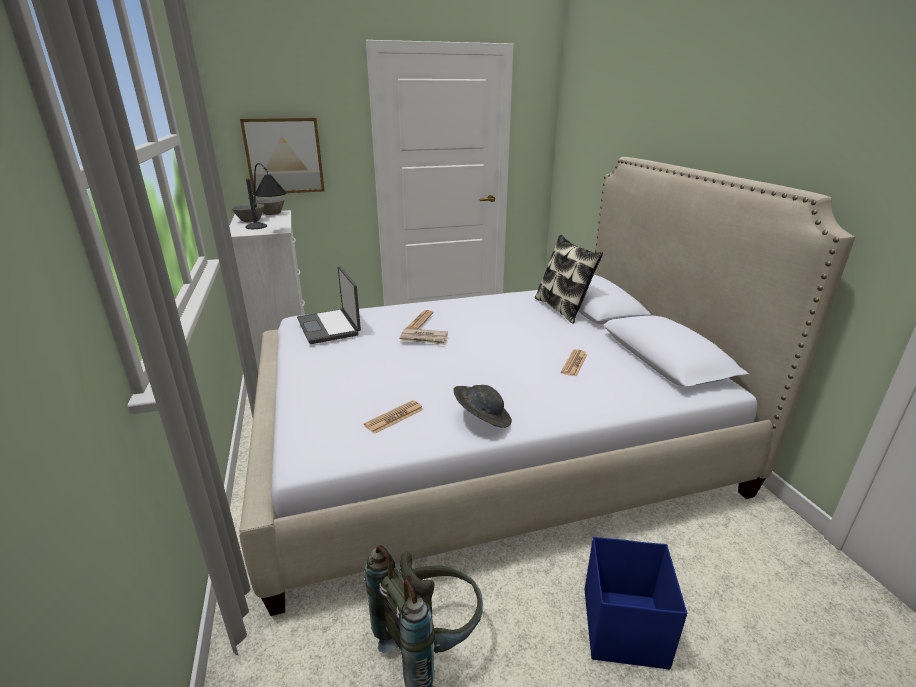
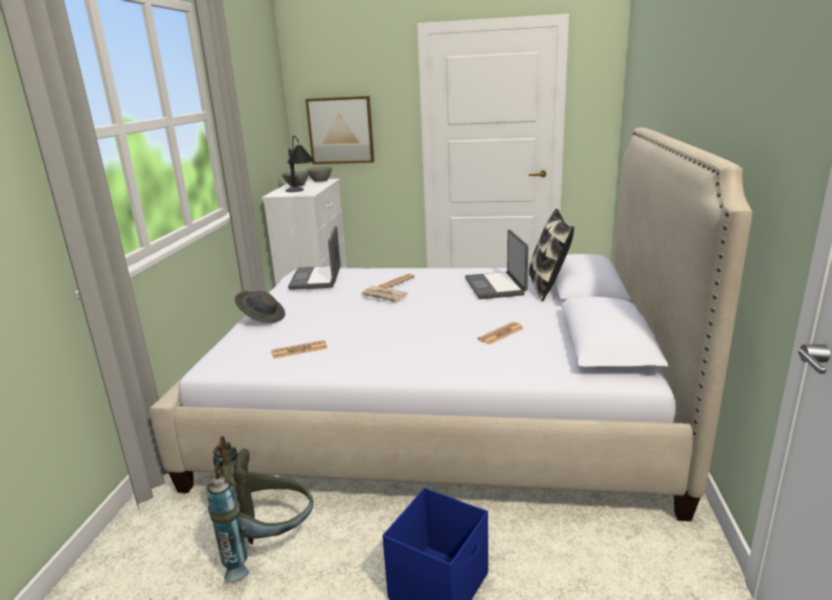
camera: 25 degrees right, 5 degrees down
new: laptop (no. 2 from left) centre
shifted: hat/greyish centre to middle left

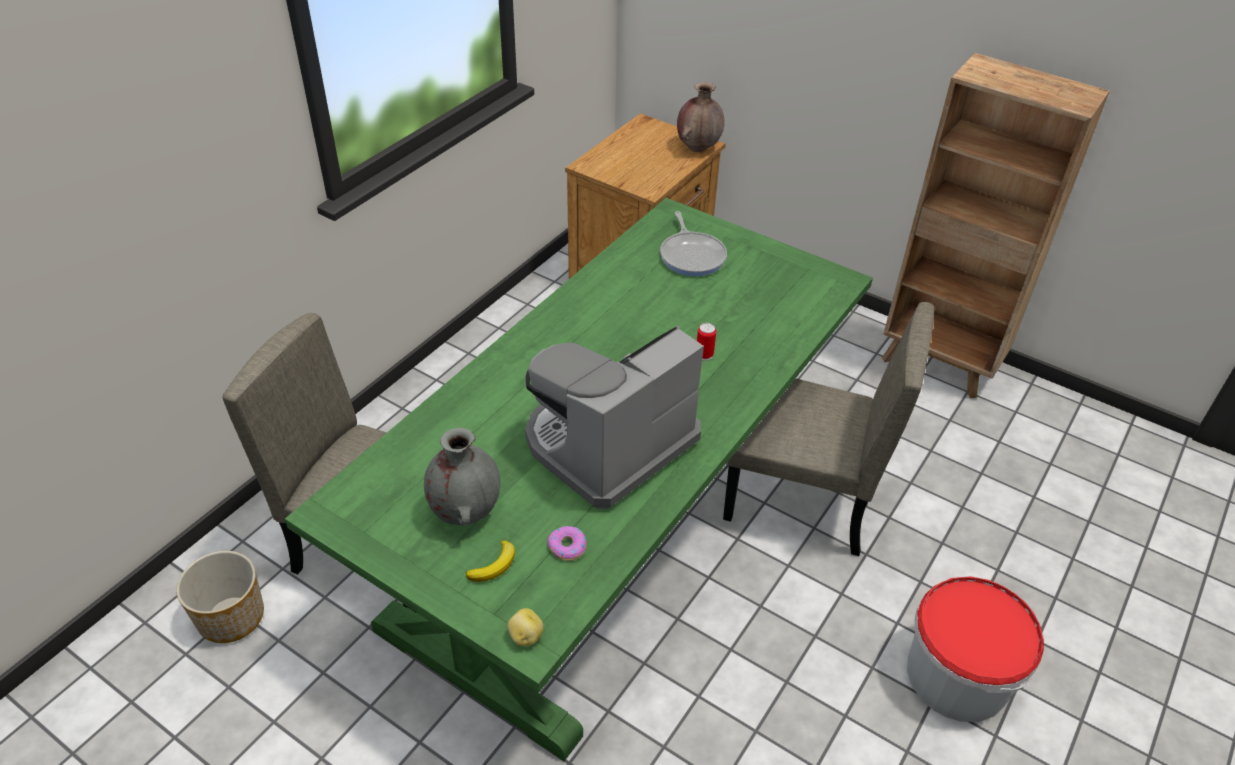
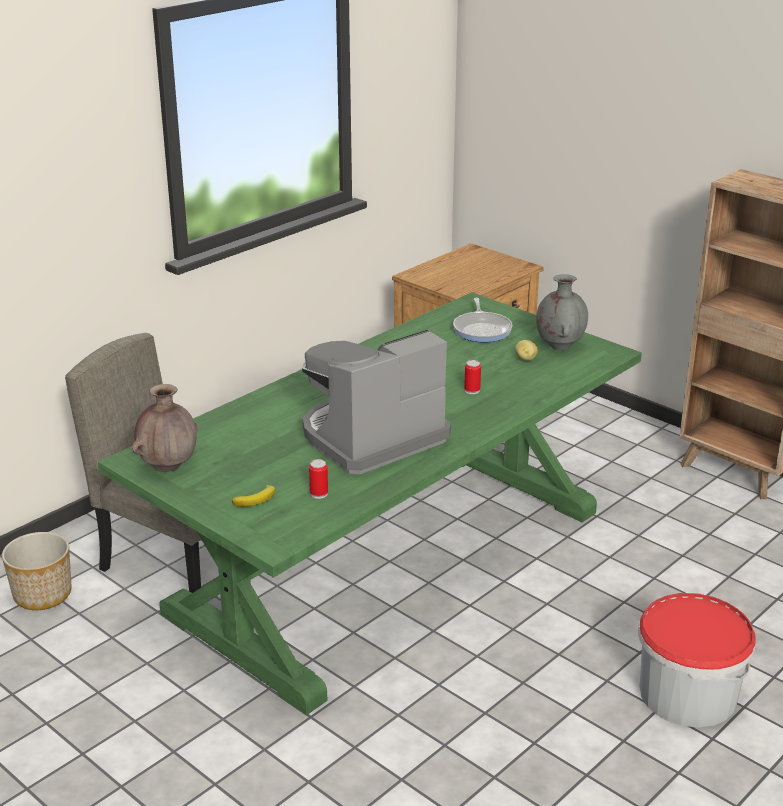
camera: 10 degrees right, 15 degrees down
gone: upright chair/beige (no. 2 from left) middle right
shifted: decorative vase/greyish centre to middle right; whole potato bottom centre to middle right; decorative vase/brown-coloured top centre to middle left
swapped: doughnut bottom centre to metal can (no. 1 from left) centre

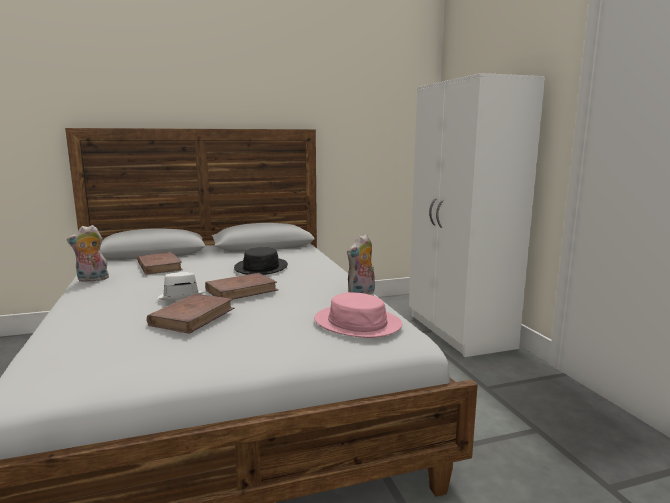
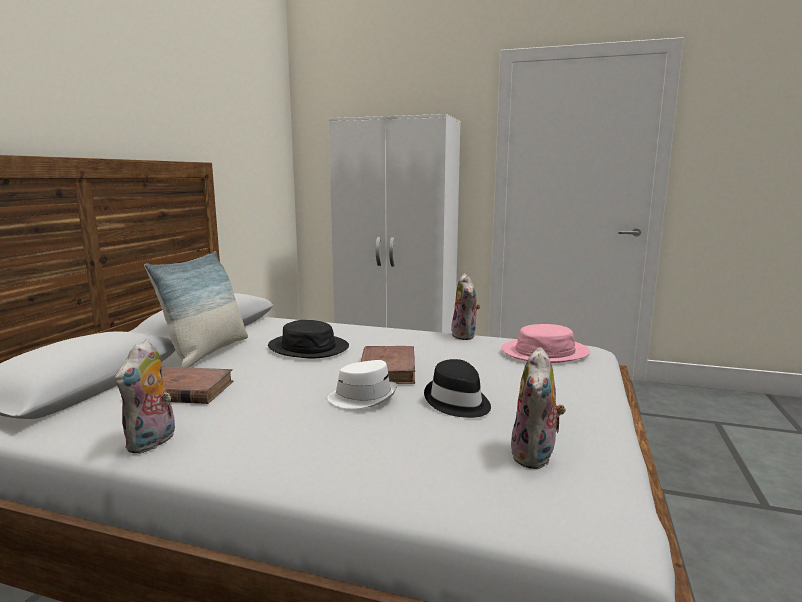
camera: 55 degrees left, 0 degrees up
new: throw pillow middle left; cuddly toy (no. 3 from left) bottom right
swapped: bound book/brown-coloured (no. 2 from left) middle left to hat/black (no. 2 from left) centre

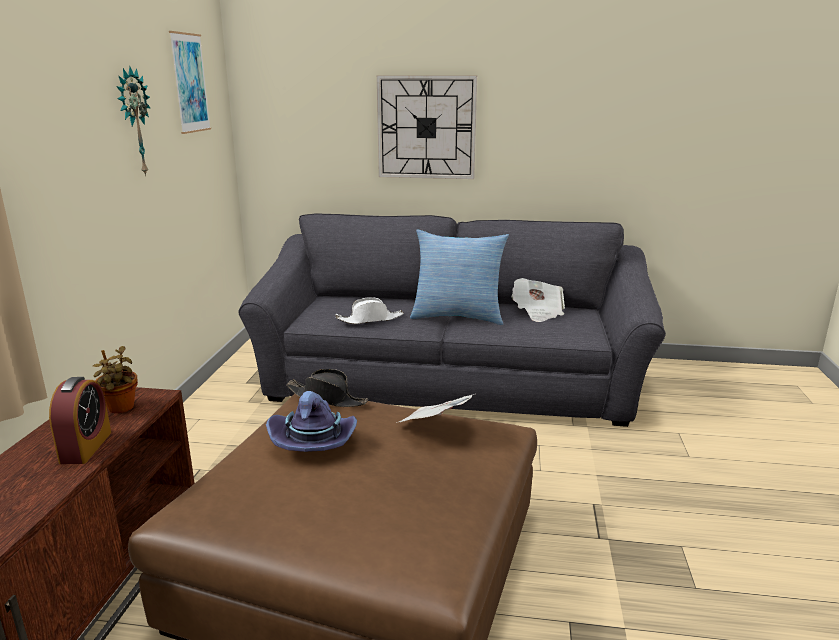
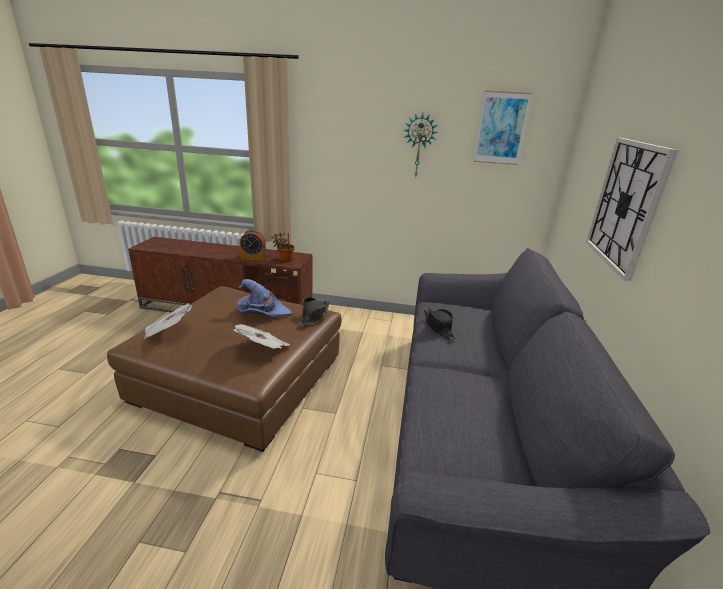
camera: 90 degrees right, 5 degrees up
gone: throw pillow centre
shifted: printed paper (no. 2 from left in the first image) centre to printed paper (no. 1 from left) middle left
repainted: hat/whitish centre to hat/black (no. 2 from left) centre

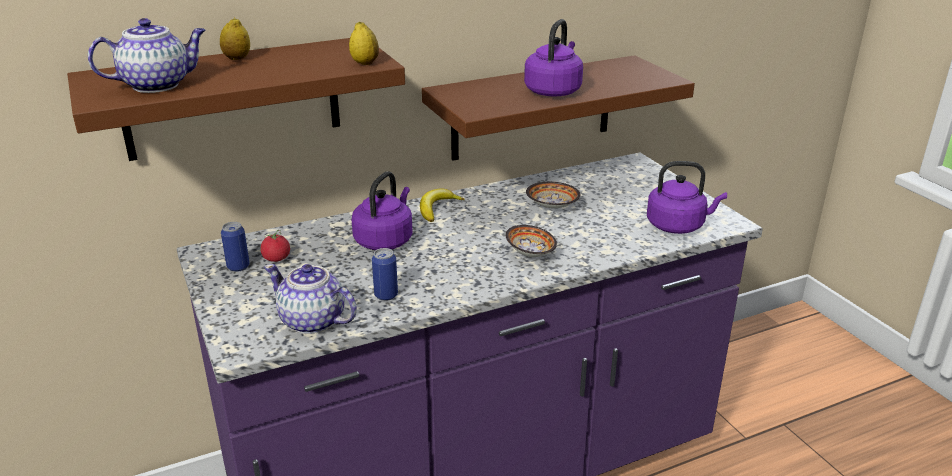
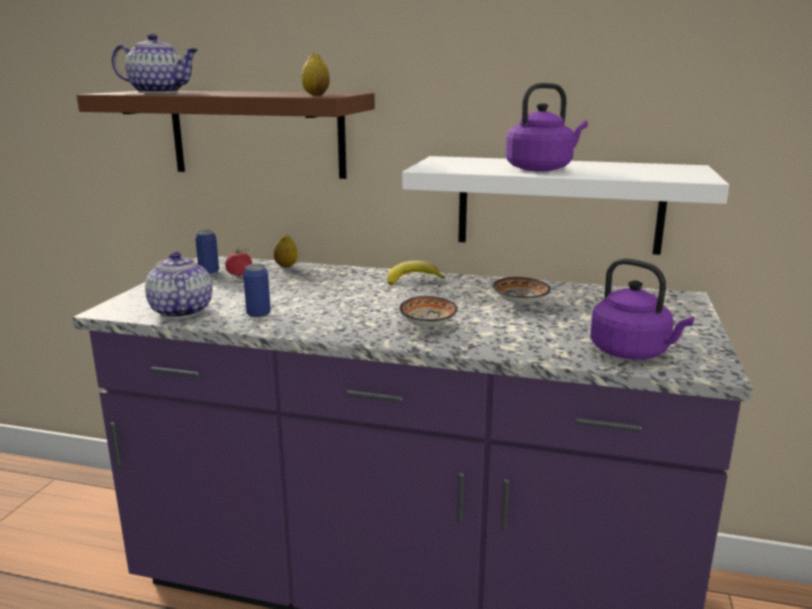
camera: 40 degrees right, 10 degrees down
gone: kettle/purple (no. 1 from left) centre
shifted: whole lemon (no. 1 from left) top left to centre
repainted: bracket shelf/brown-coloured (no. 2 from left) top centre to bracket shelf/whitish middle right

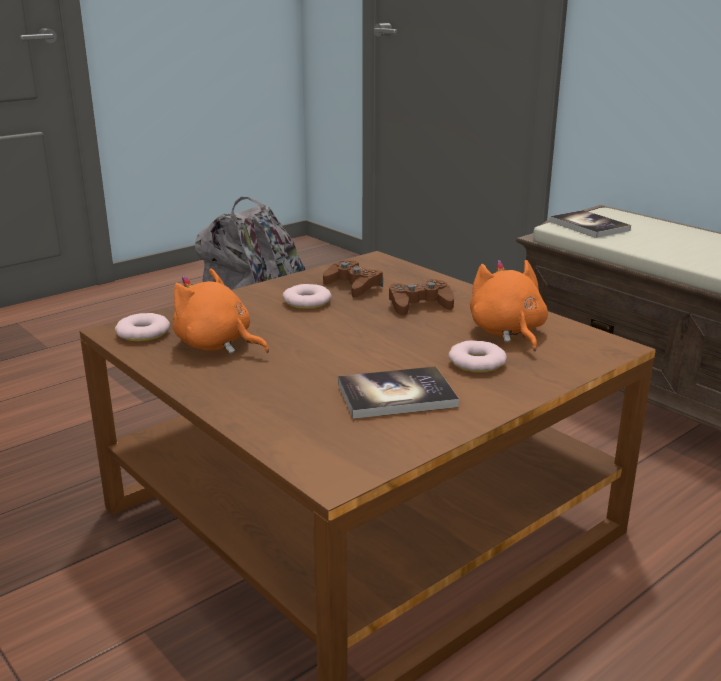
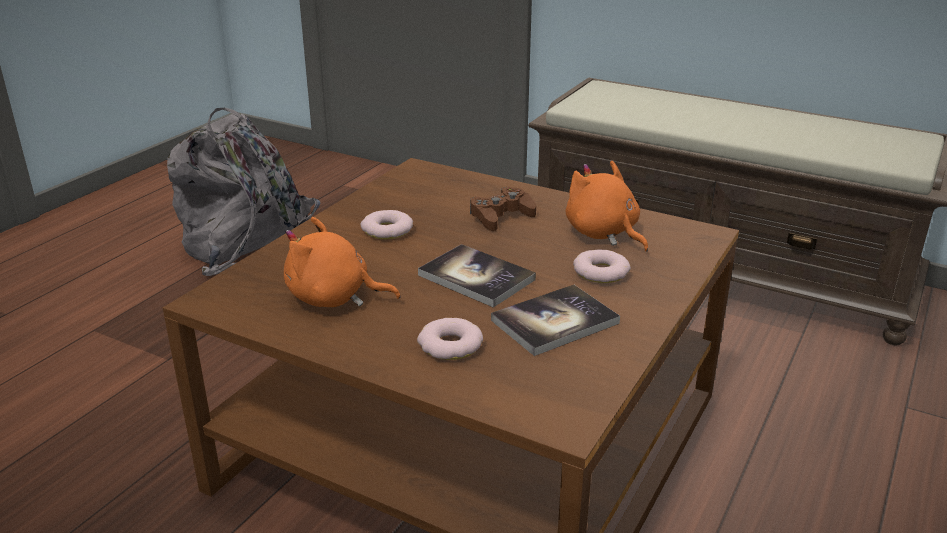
camera: 20 degrees left, 5 degrees up
gone: gamepad/brown-coloured (no. 1 from left) centre
shifted: doughnut (no. 1 from left in the first image) middle left to doughnut (no. 2 from left) centre; bound book (no. 2 from left in the first image) top right to bound book (no. 1 from left) centre

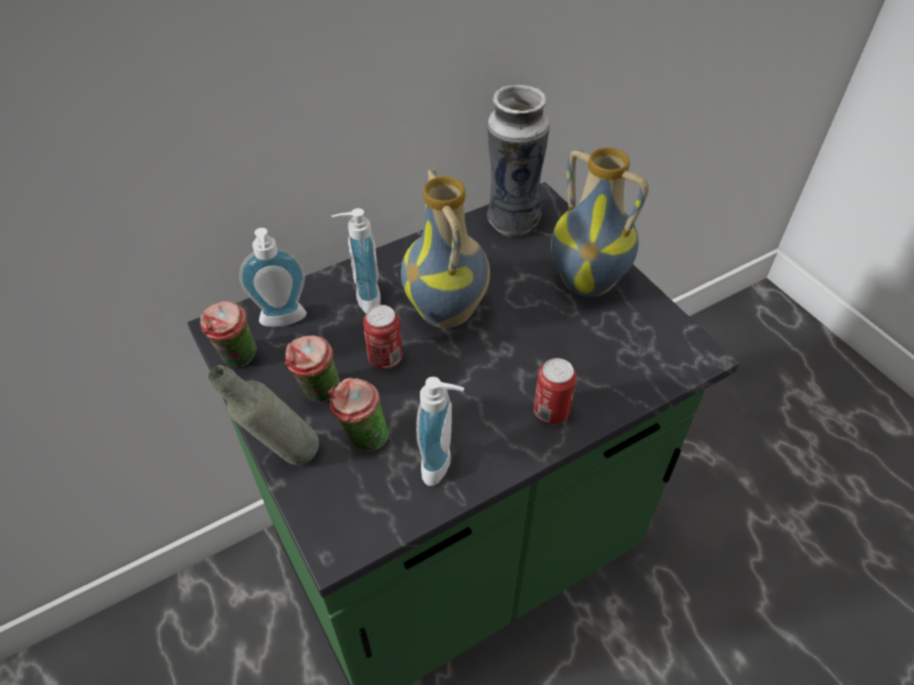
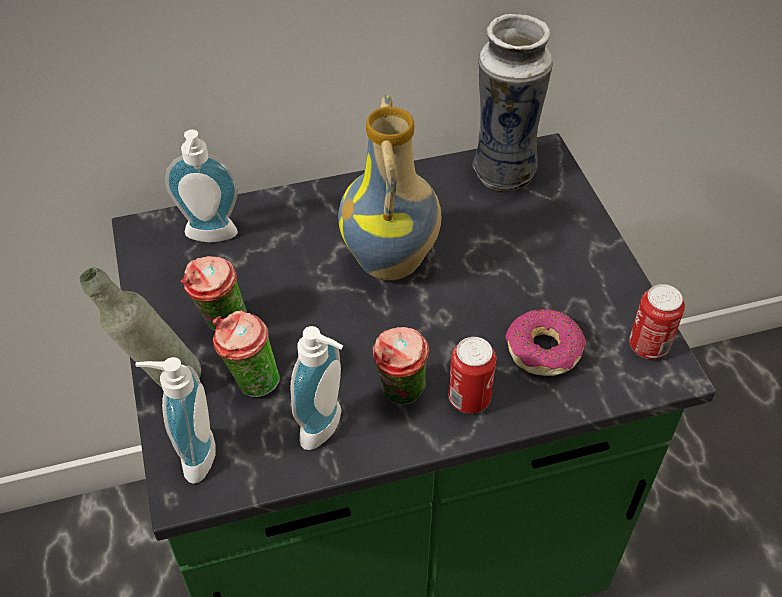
camera: 15 degrees right, 0 degrees up
gone: decorative vase (no. 3 from left) top centre
new: doughnut middle right
shifted: cup (no. 1 from left in the first image) middle left to cup (no. 3 from left) centre; liquid soap bottle (no. 2 from left in the first image) centre to liquid soap bottle (no. 1 from left) bottom left; metal can (no. 1 from left in the first image) centre to metal can (no. 2 from left) middle right

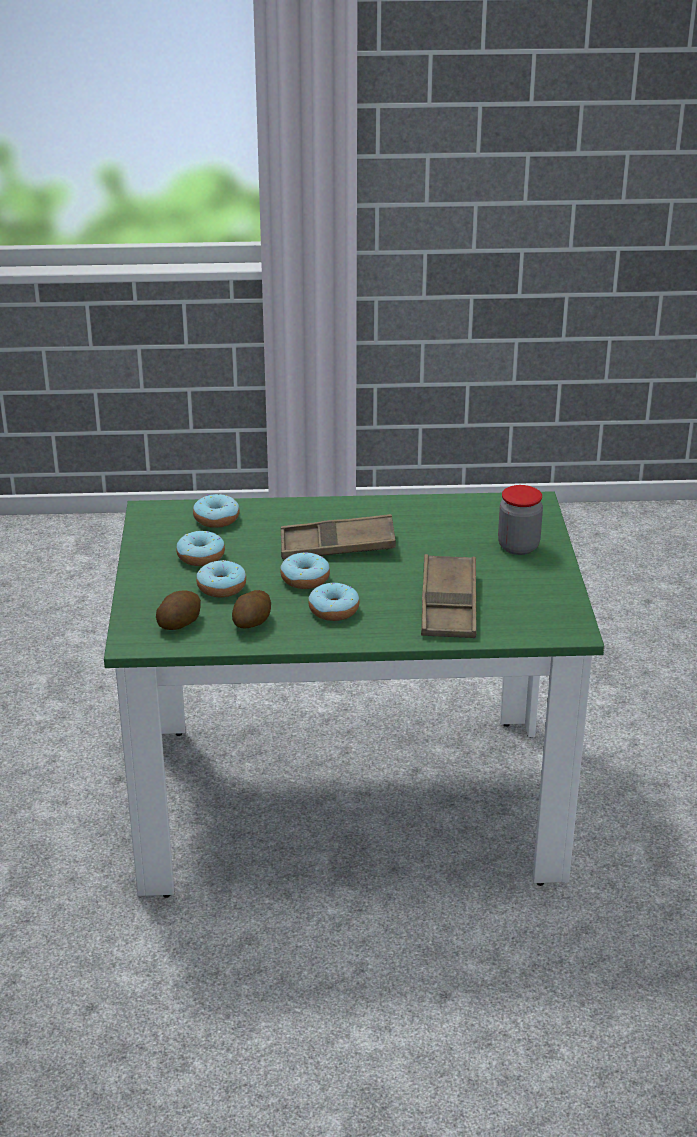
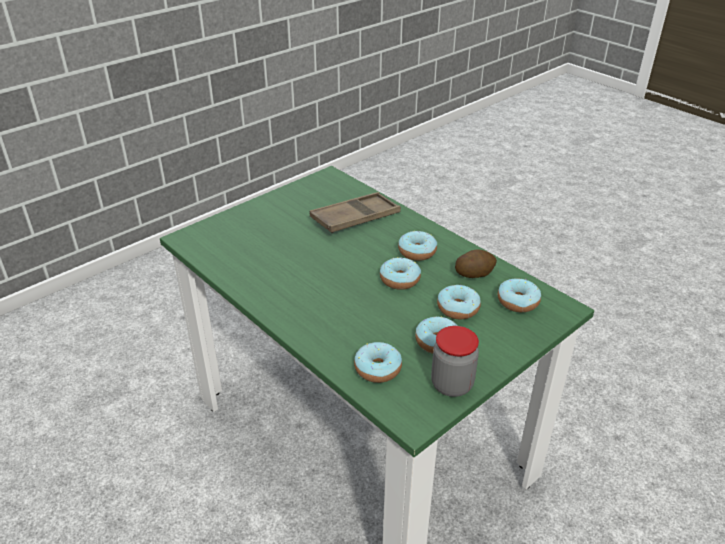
camera: 130 degrees left, 5 degrees up
gone: serving tray/brown-coloured (no. 1 from left) centre
shifted: preserve jar middle right to centre
swapped: whole potato (no. 1 from left) middle left to doughnut (no. 6 from left) middle right

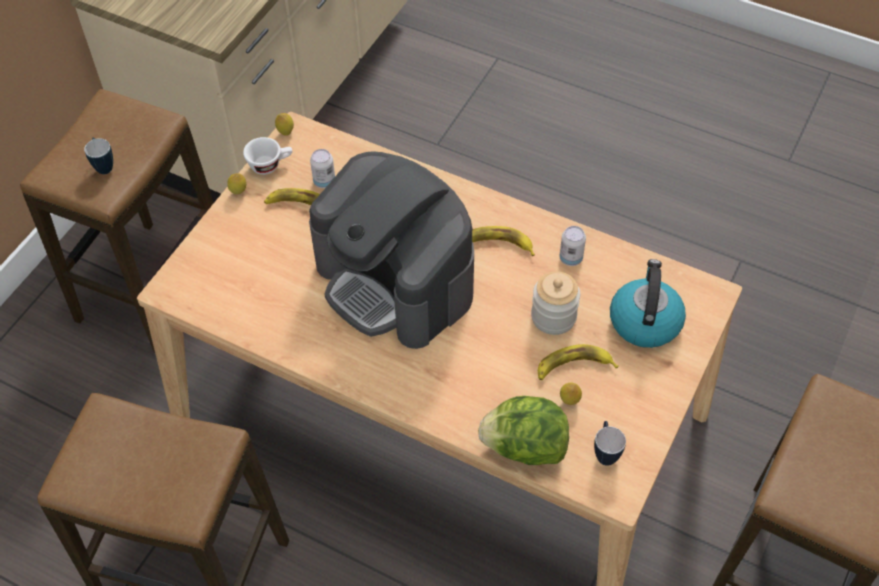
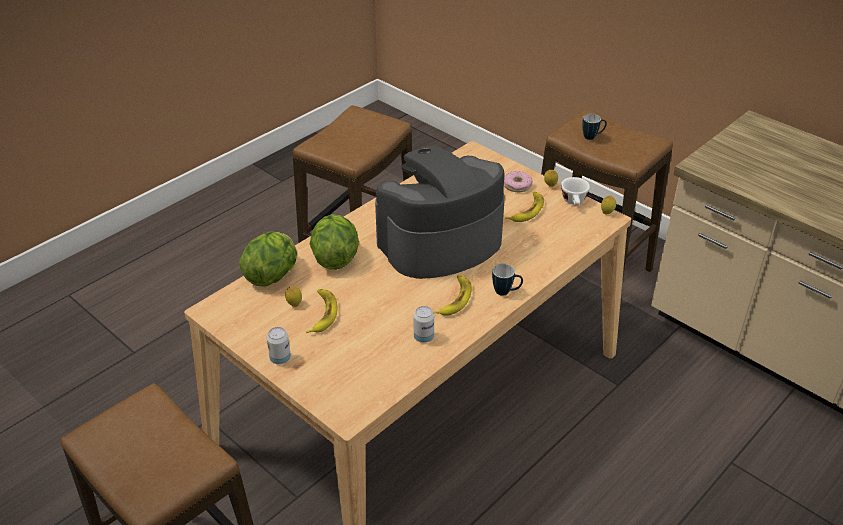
camera: 105 degrees right, 15 degrees down
gone: preserve jar centre; kettle middle right
new: lettuce head (no. 2 from left) centre; doughnut centre
shifted: metal can (no. 1 from left) top centre to middle left; tea mug (no. 2 from left in the first image) bottom right to tea mug (no. 1 from left) centre

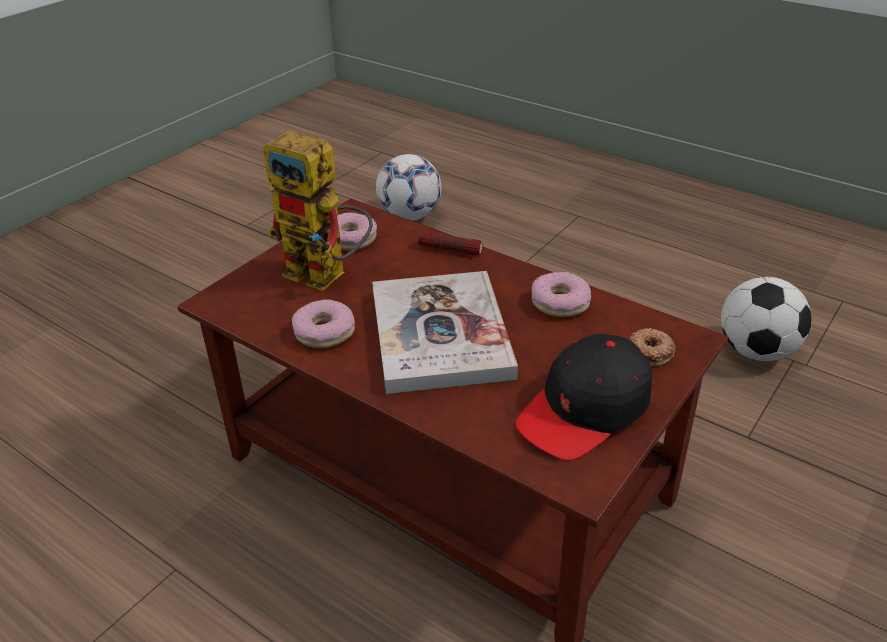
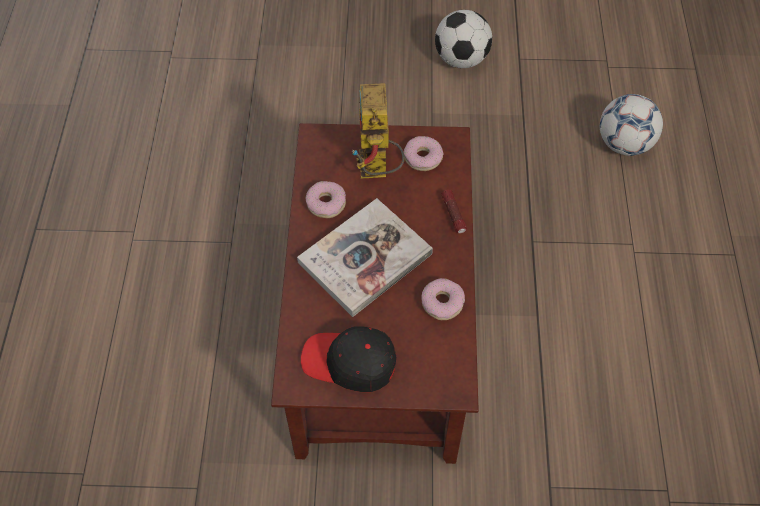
camera: 55 degrees right, 20 degrees up
gone: doughnut (no. 4 from left) middle right
shifted: ball for football (no. 2 from left in the first image) middle right to ball for football (no. 1 from left) top centre

